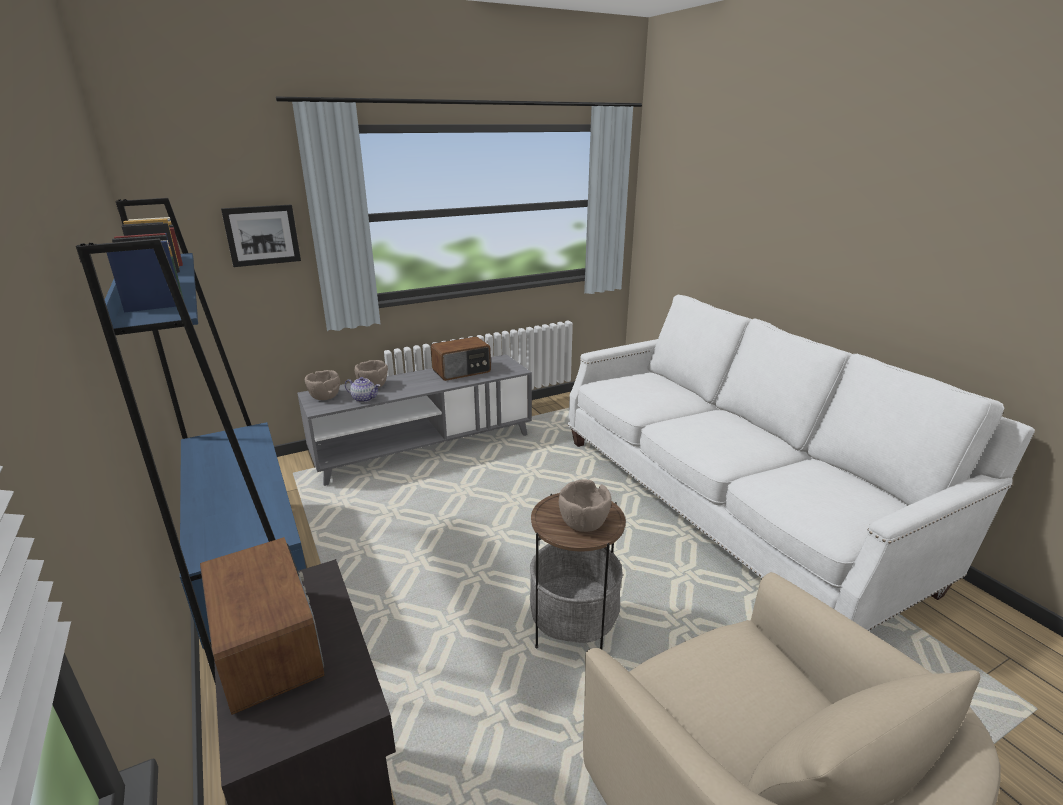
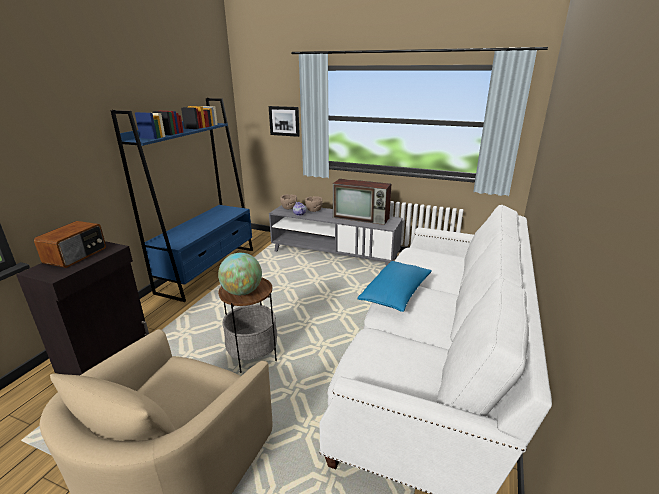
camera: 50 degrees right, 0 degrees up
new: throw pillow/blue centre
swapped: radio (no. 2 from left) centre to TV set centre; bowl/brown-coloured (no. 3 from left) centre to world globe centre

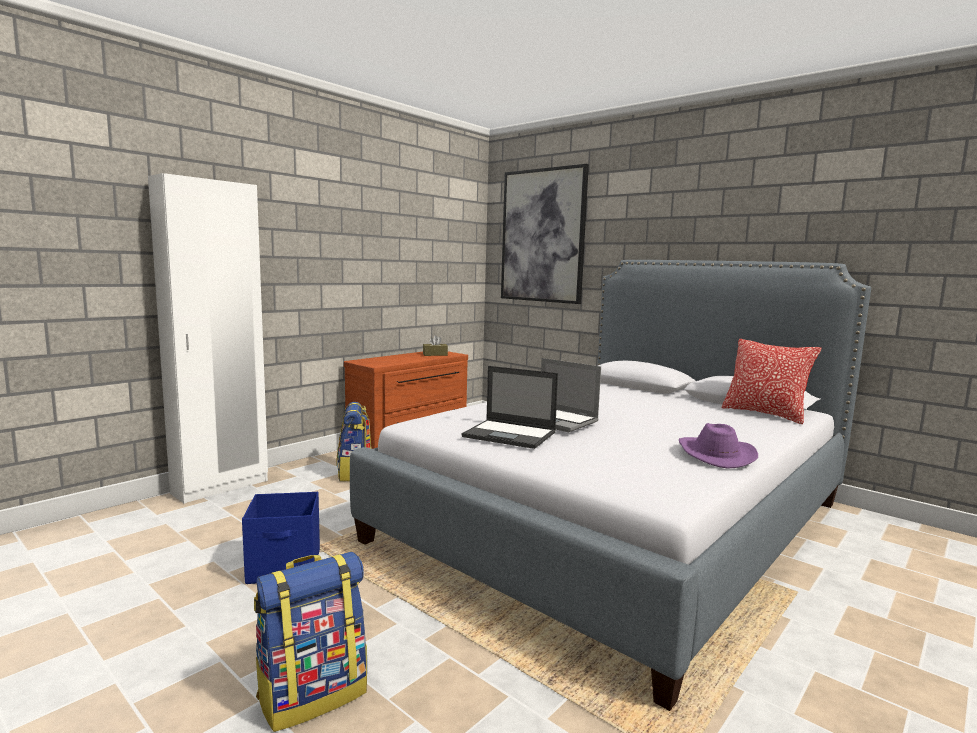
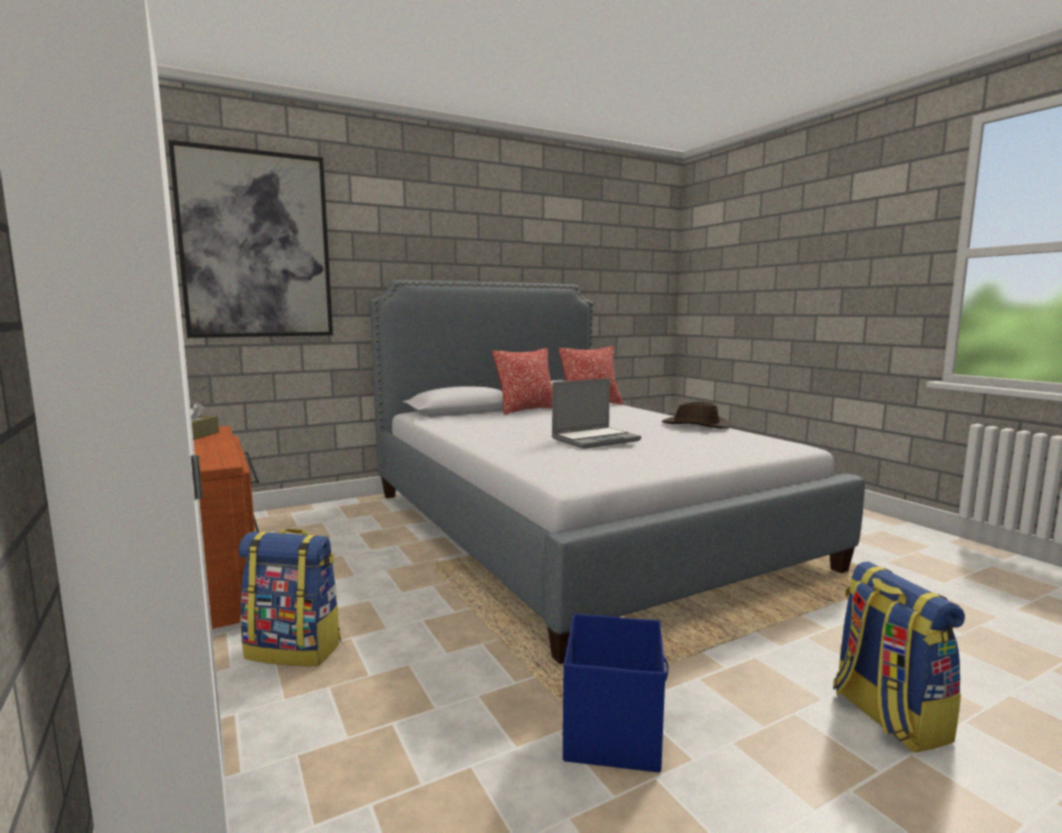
camera: 70 degrees left, 0 degrees up
gone: laptop (no. 1 from left) centre
new: throw pillow (no. 1 from left) centre
repainted: hat/purple middle right to hat/brown-coloured centre

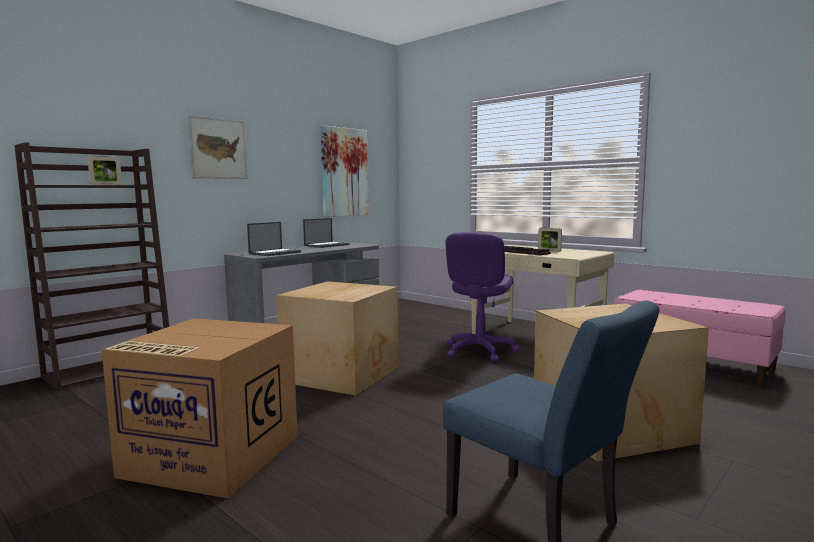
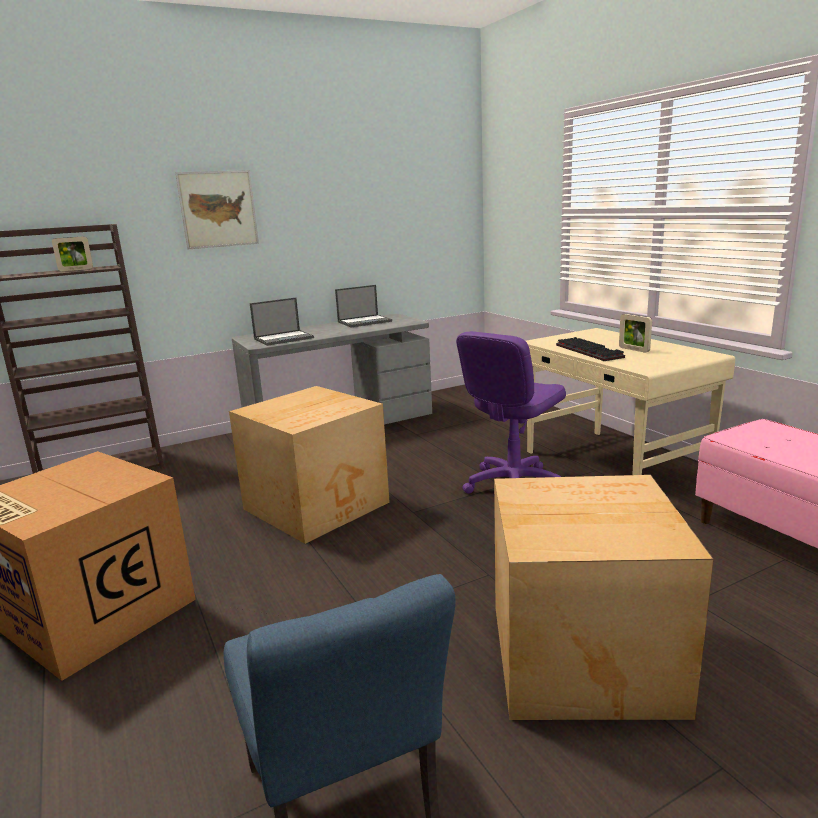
camera: 20 degrees right, 10 degrees up
gone: wall picture (no. 2 from left) top centre

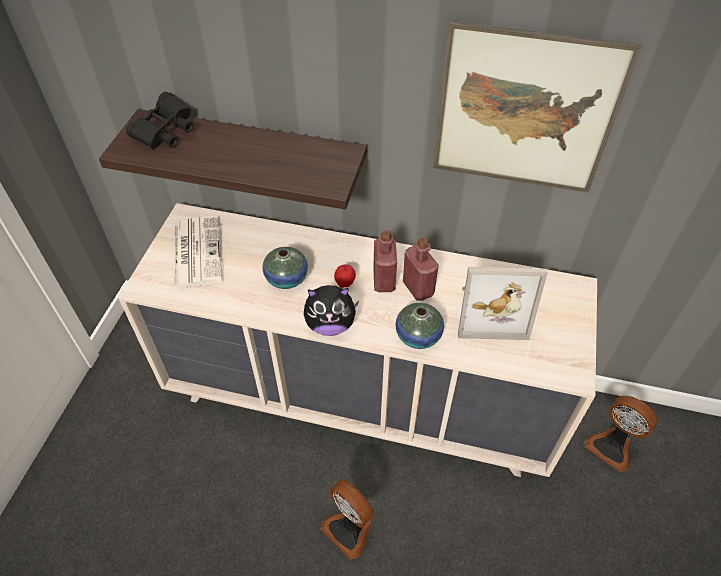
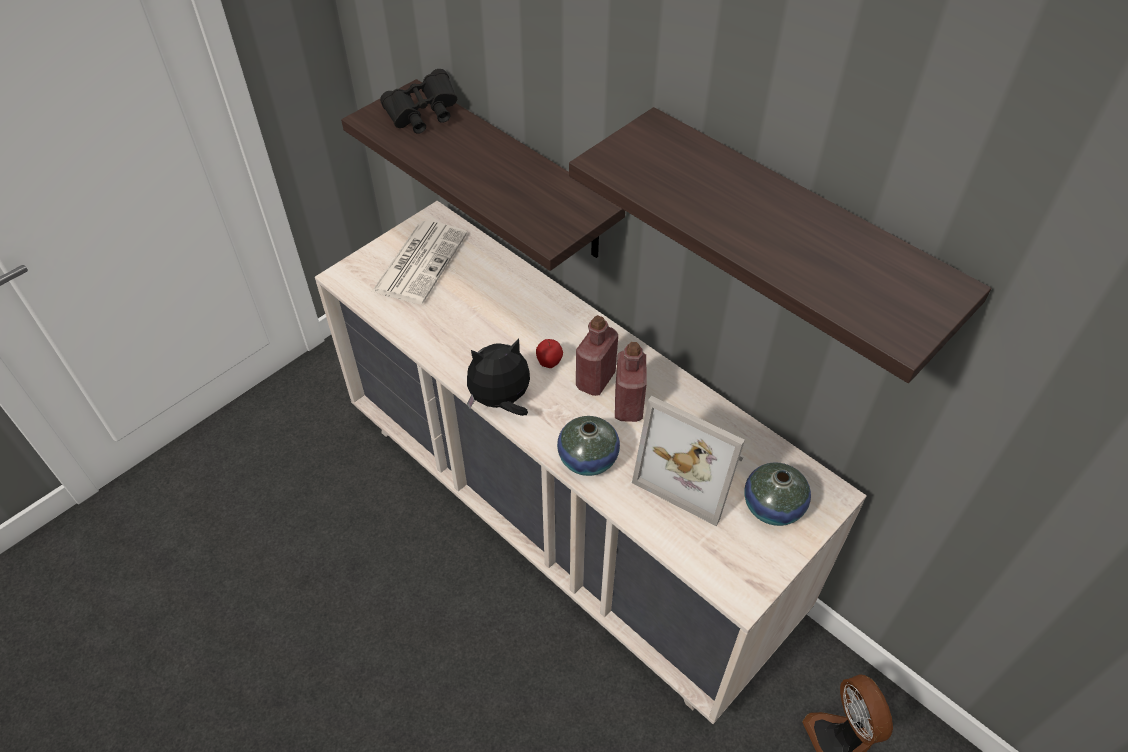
camera: 30 degrees right, 0 degrees up
gone: electric fan (no. 1 from left) bottom centre
shifted: decorative vase (no. 1 from left in the first image) centre to decorative vase (no. 2 from left) middle right
swapped: wall picture top right to bracket shelf (no. 2 from left) top right
rotated: cuddly toy centre = centre 135 degrees clockwise

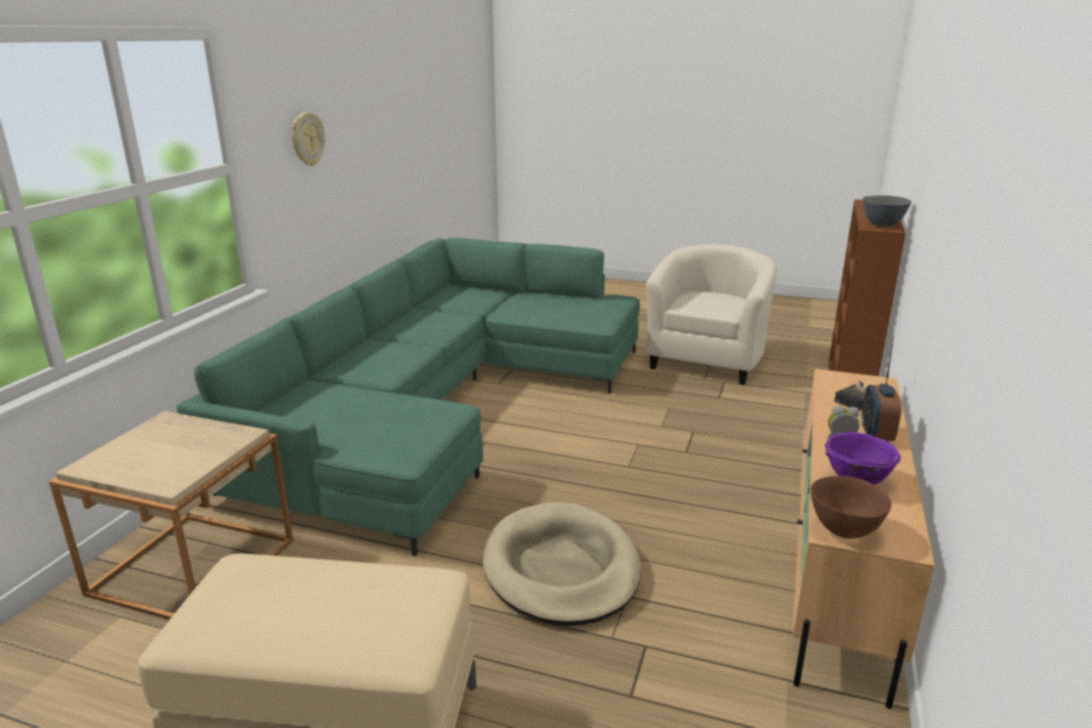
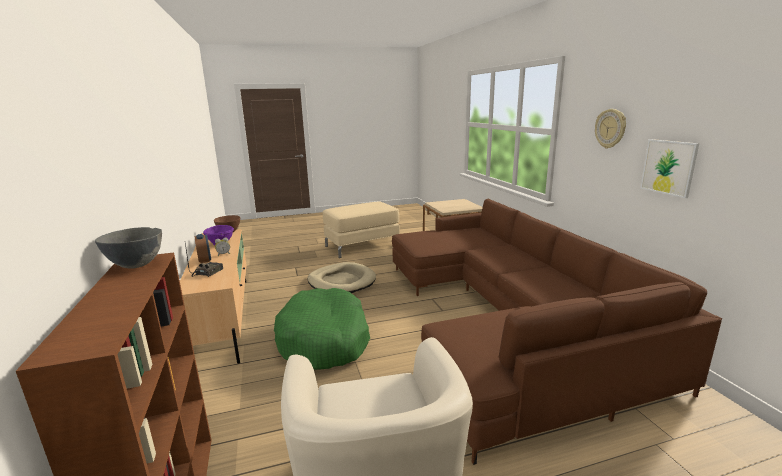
camera: 145 degrees right, 5 degrees down
new: pet bed/green bottom centre; wall picture middle right
repainted: sofa/green centre to sofa/brown-coloured bottom right

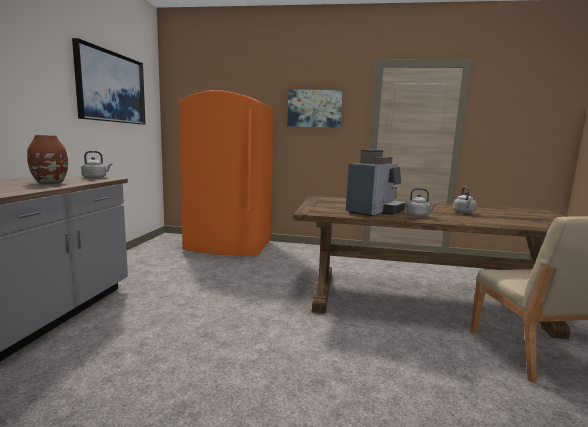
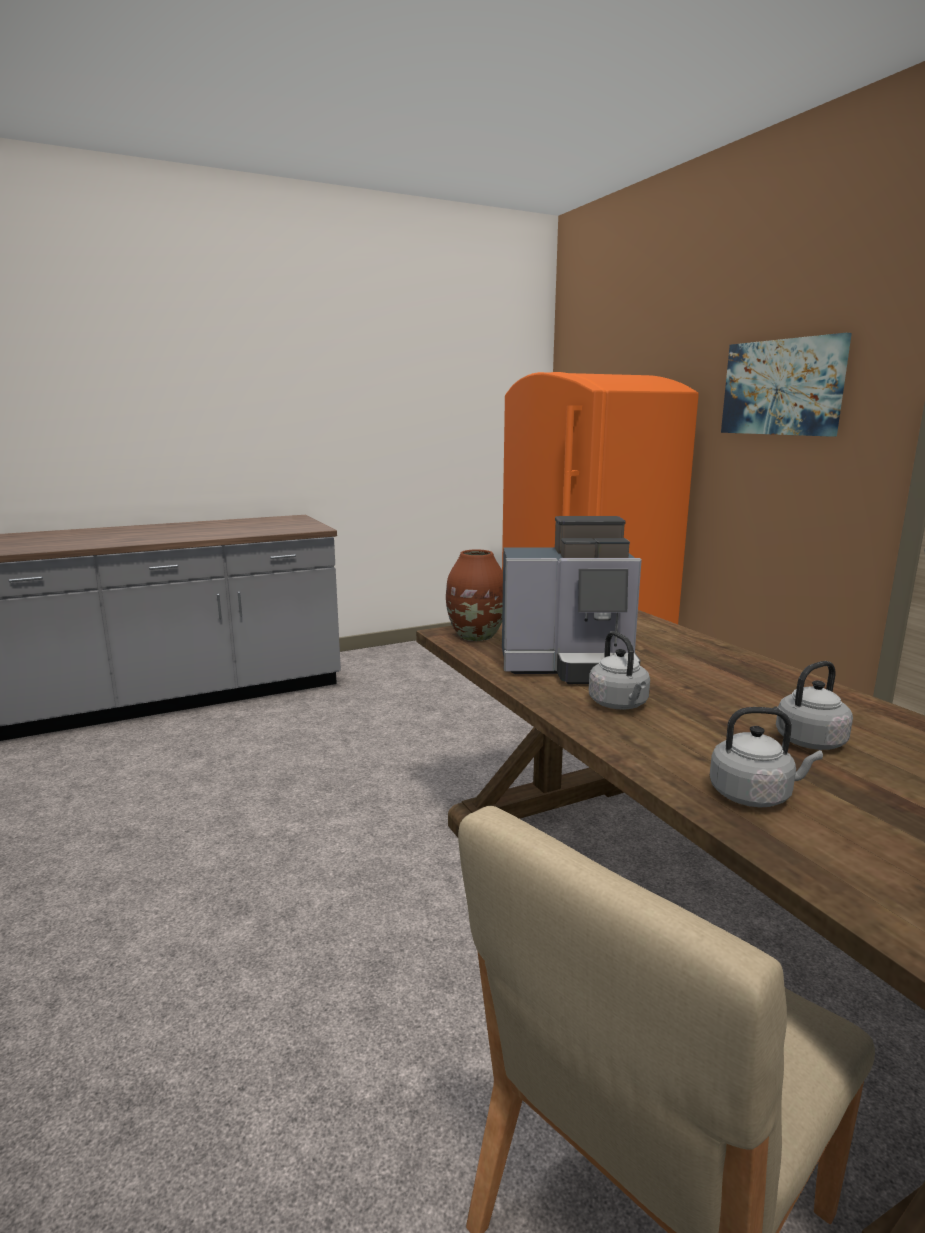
camera: 55 degrees right, 5 degrees up
gone: wall picture (no. 1 from left) top left
shifted: decorative vase/brown-coloured middle left to centre; kettle/greyish (no. 1 from left in the first image) middle left to kettle/greyish (no. 2 from left) middle right

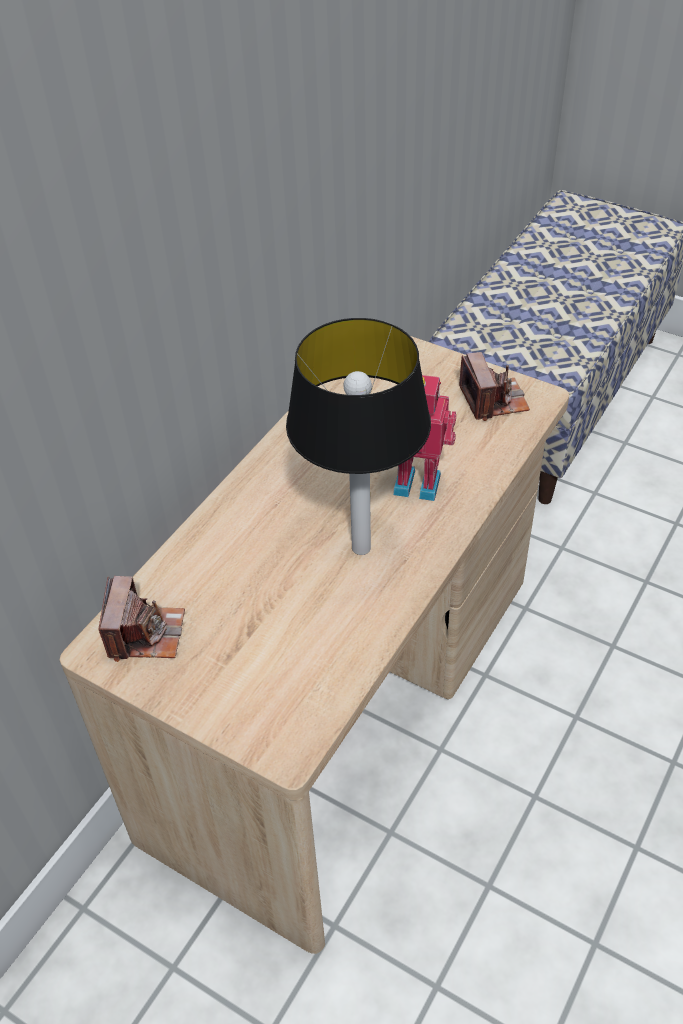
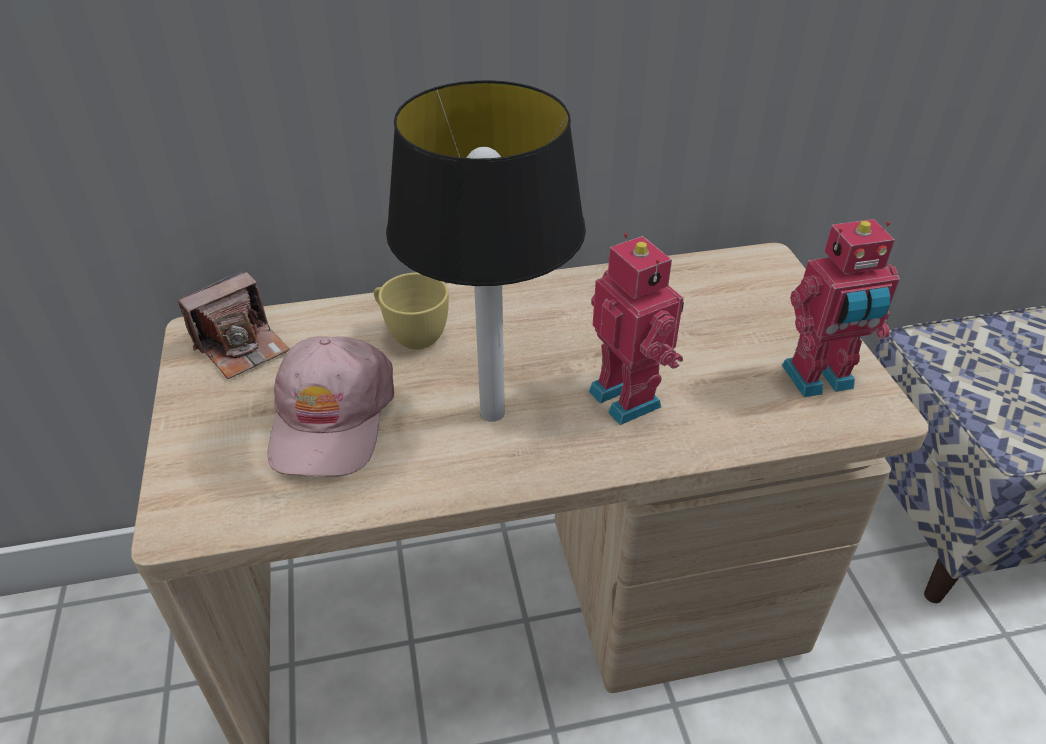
camera: 45 degrees right, 5 degrees down
new: peaked cap/pink middle left; cup/yellowish centre
swapped: photo camera (no. 2 from left) middle right to model robot (no. 2 from left) middle right

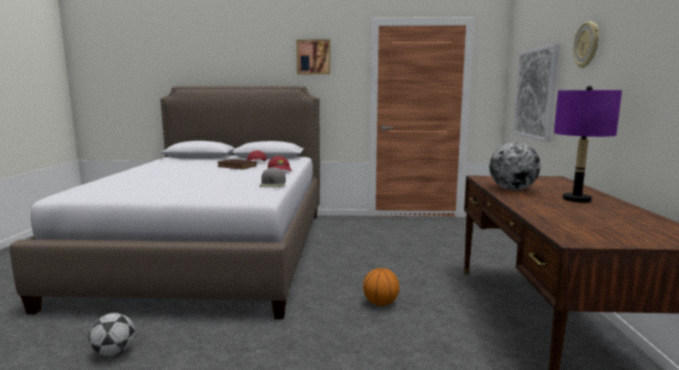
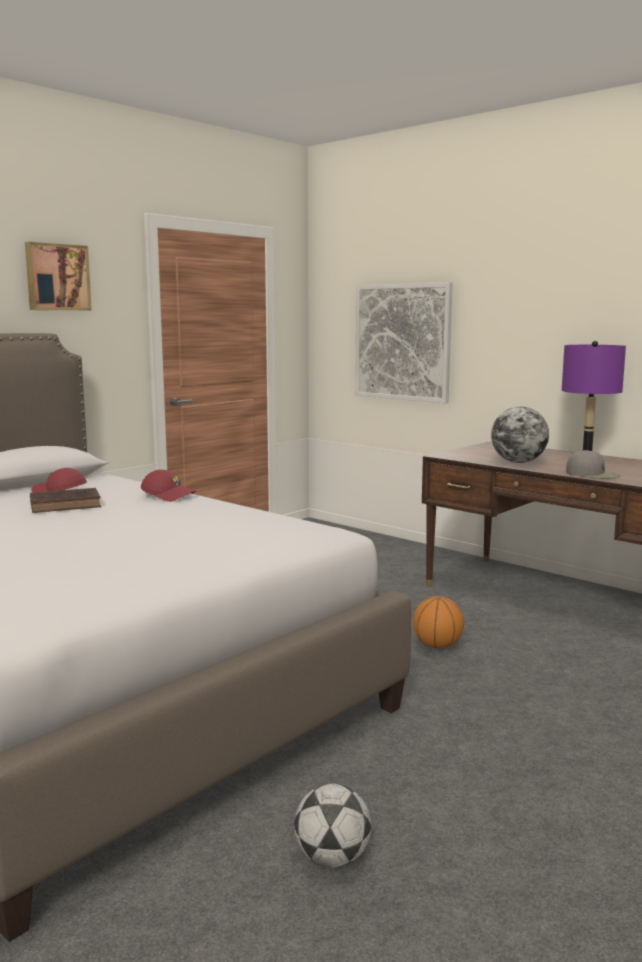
camera: 50 degrees left, 0 degrees up
gone: hanging clock top right
shifted: peaked cap/greyish centre to middle right

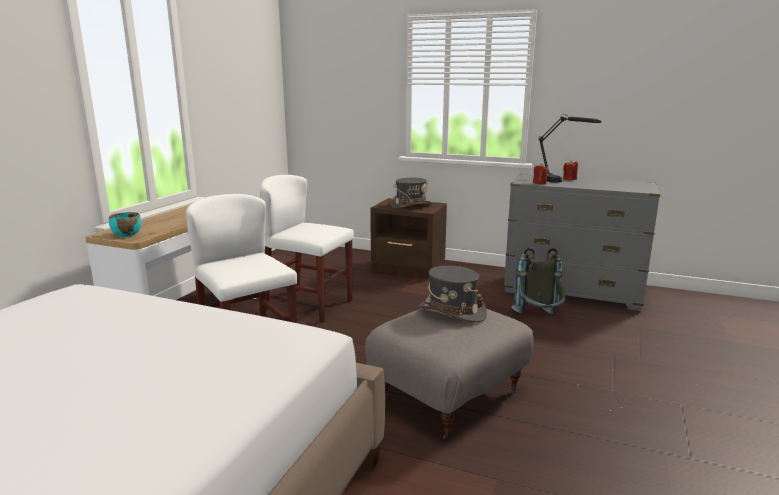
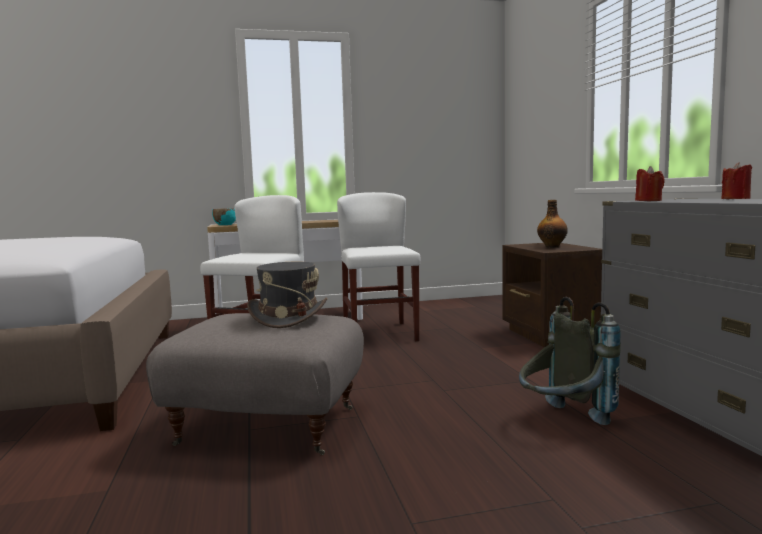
camera: 55 degrees right, 10 degrees down
gone: tabletop lamp/black top right
swapped: hat/greyish (no. 1 from left) centre to bottle middle right

